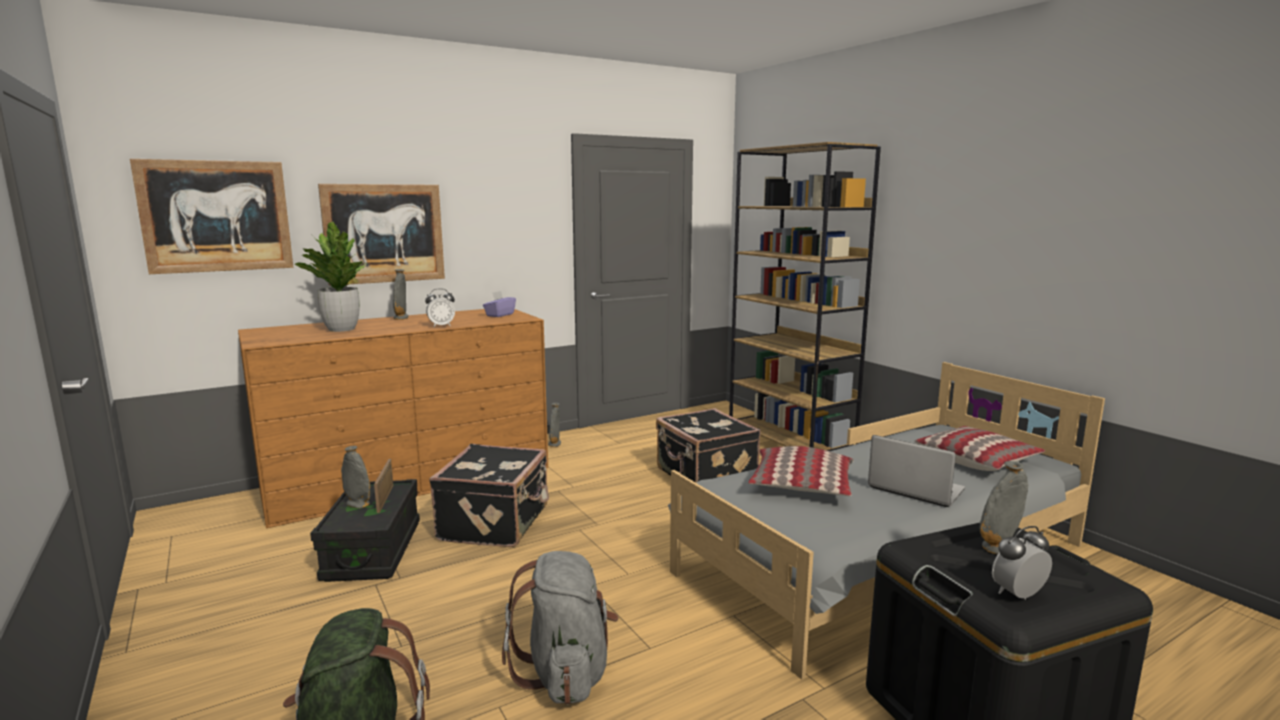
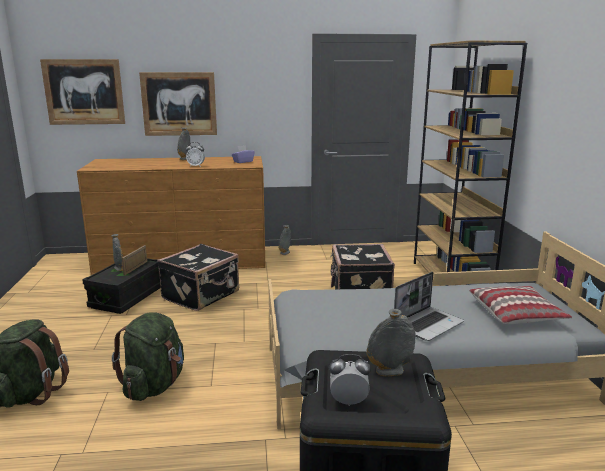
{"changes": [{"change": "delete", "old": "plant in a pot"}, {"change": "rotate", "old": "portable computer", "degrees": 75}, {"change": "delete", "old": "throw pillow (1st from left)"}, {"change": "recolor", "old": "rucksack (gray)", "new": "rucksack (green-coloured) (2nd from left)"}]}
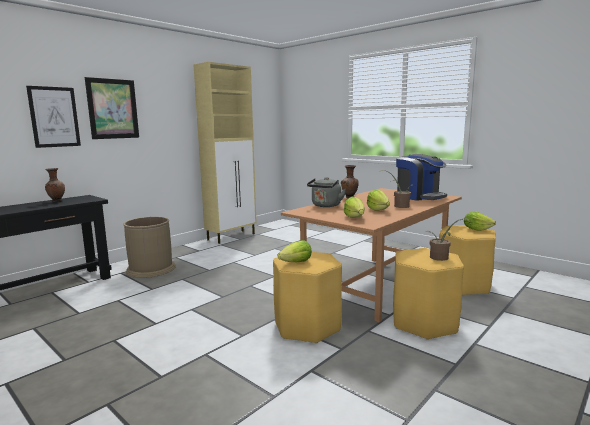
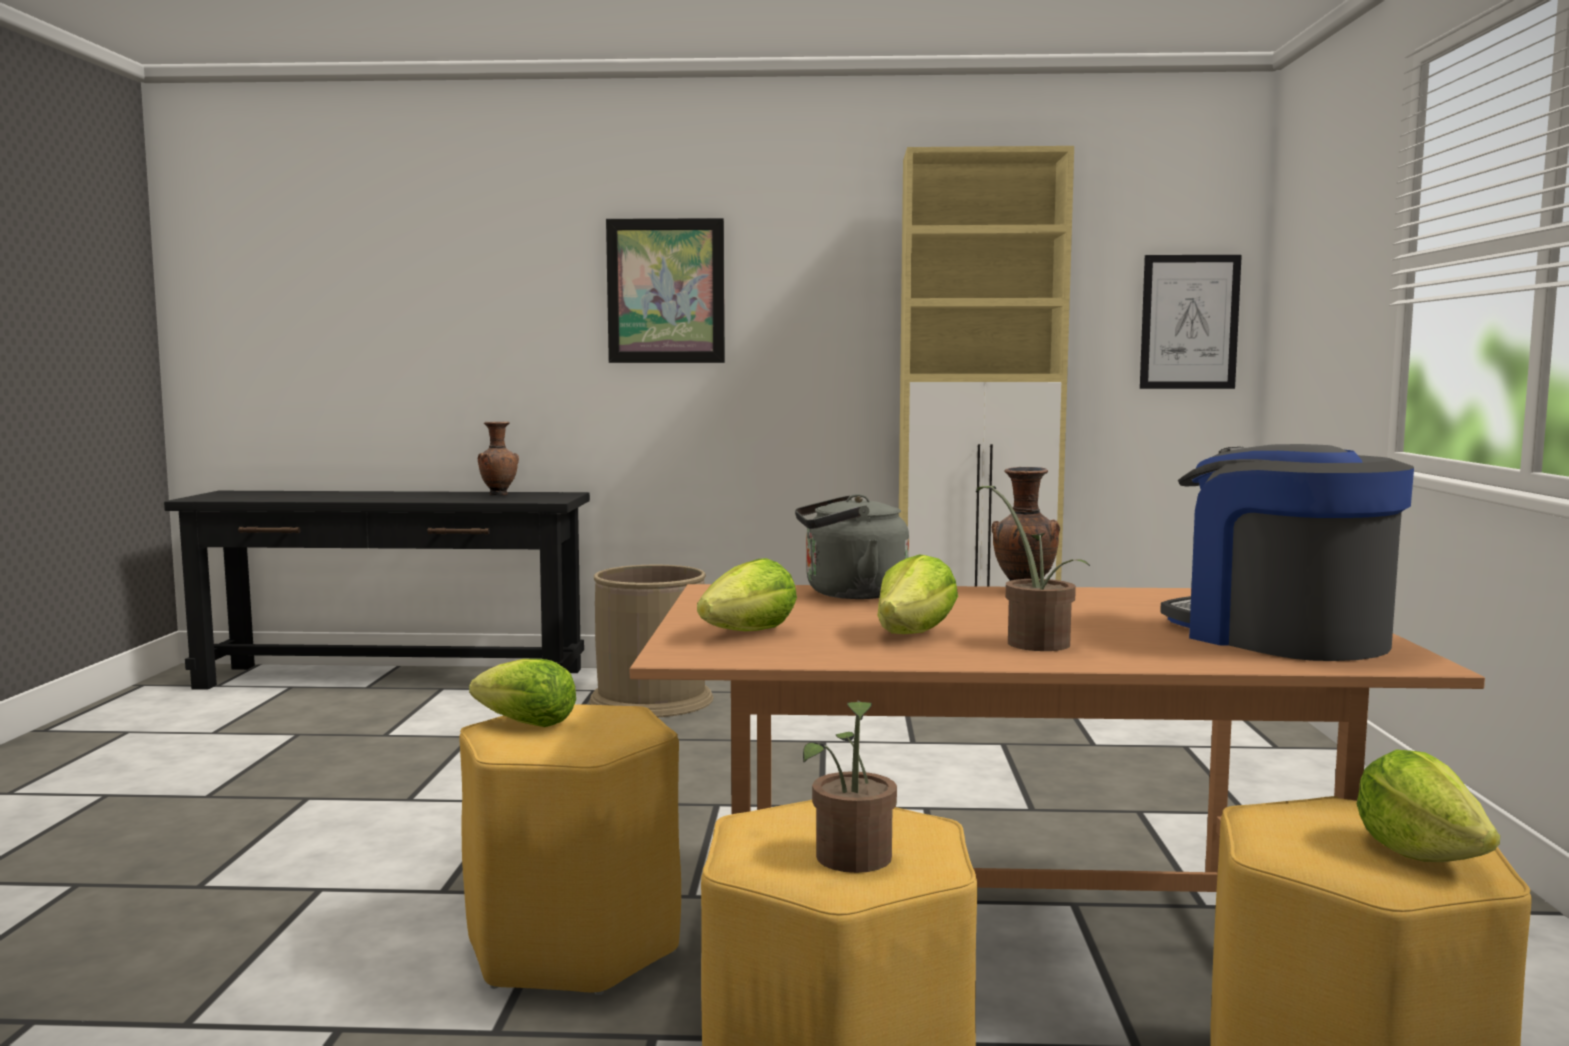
{"changes": [{"change": "move", "old": "wall picture (1st from left in the first image)", "new": "wall picture (2nd from left)"}, {"change": "rotate", "old": "coffee brewer", "degrees": 135}]}
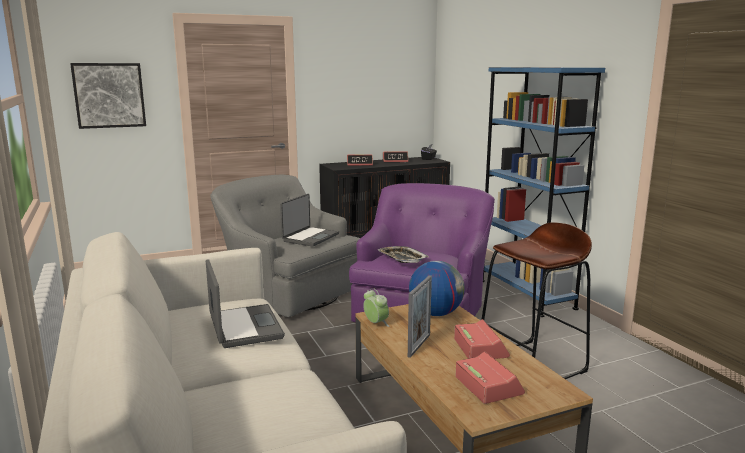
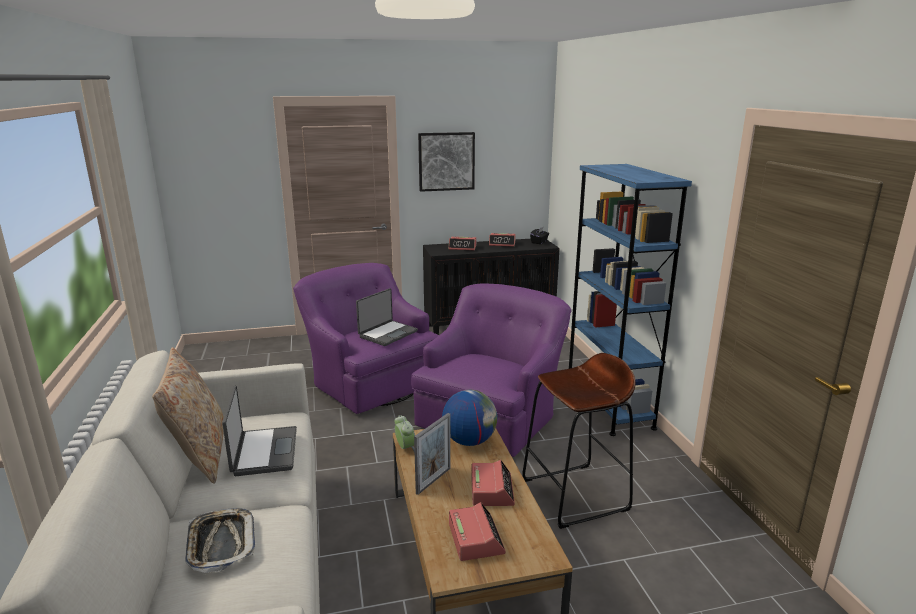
{"changes": [{"change": "move", "old": "wall picture"}, {"change": "recolor", "old": "lounge chair (gray)", "new": "lounge chair (purplish) (1st from left)"}, {"change": "move", "old": "carrying tray"}, {"change": "insert", "new": "throw pillow (sand-coloured)"}]}
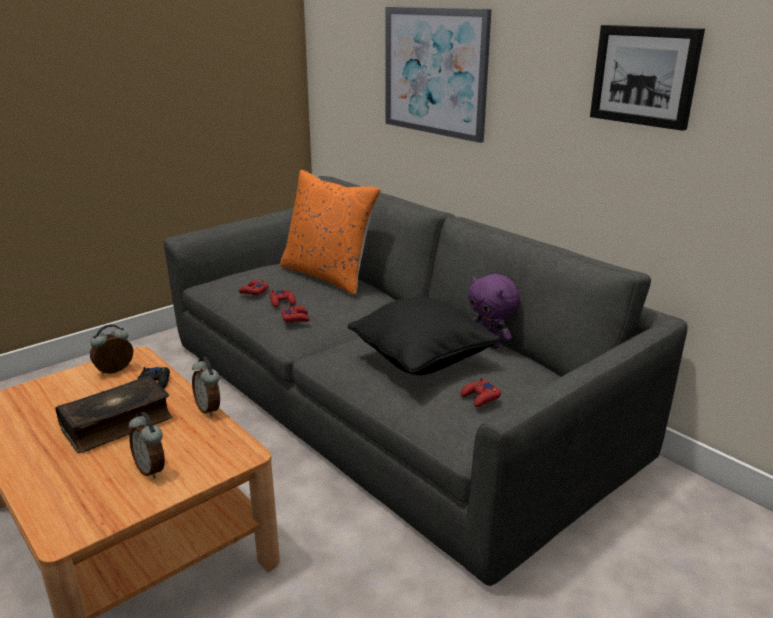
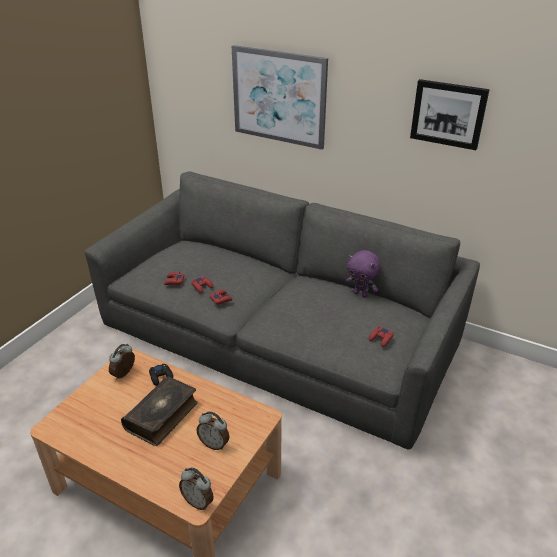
{"changes": [{"change": "delete", "old": "throw pillow (orangey)"}, {"change": "delete", "old": "throw pillow (black)"}, {"change": "move", "old": "table clock (3rd from left in the first image)", "new": "table clock (2nd from left)"}]}
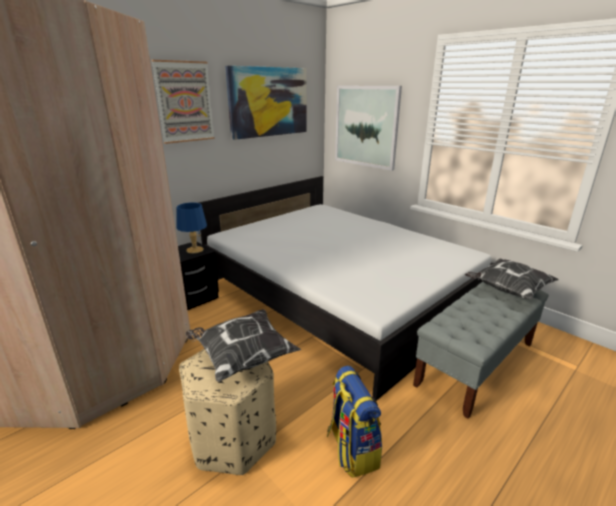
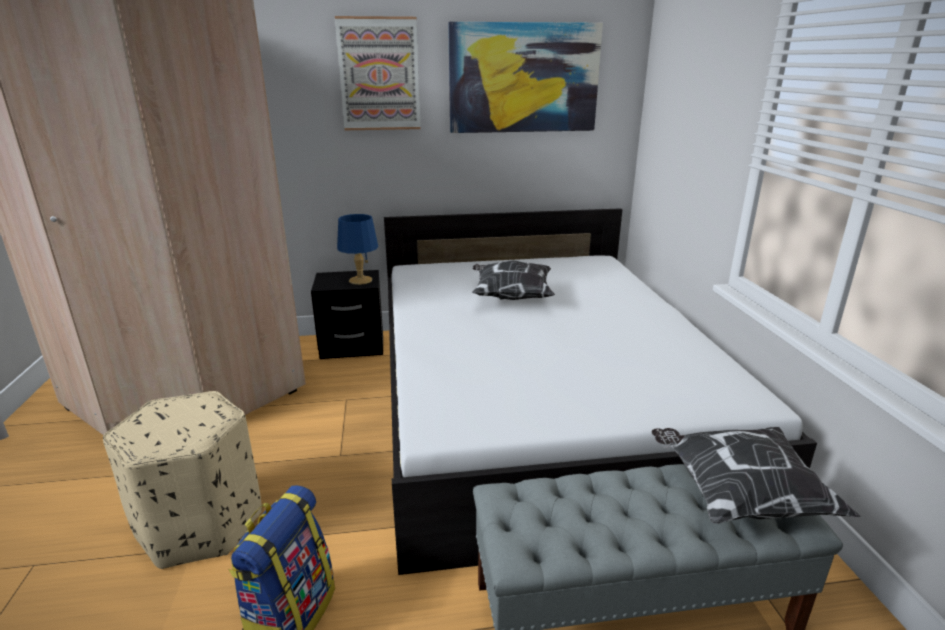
{"changes": [{"change": "delete", "old": "wall picture (3rd from left)"}, {"change": "move", "old": "throw pillow (1st from left)"}]}
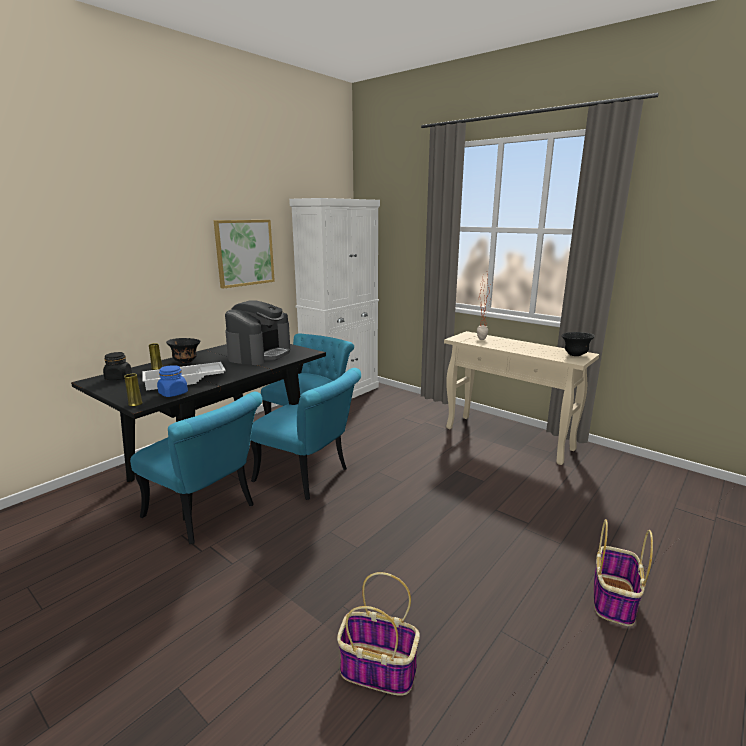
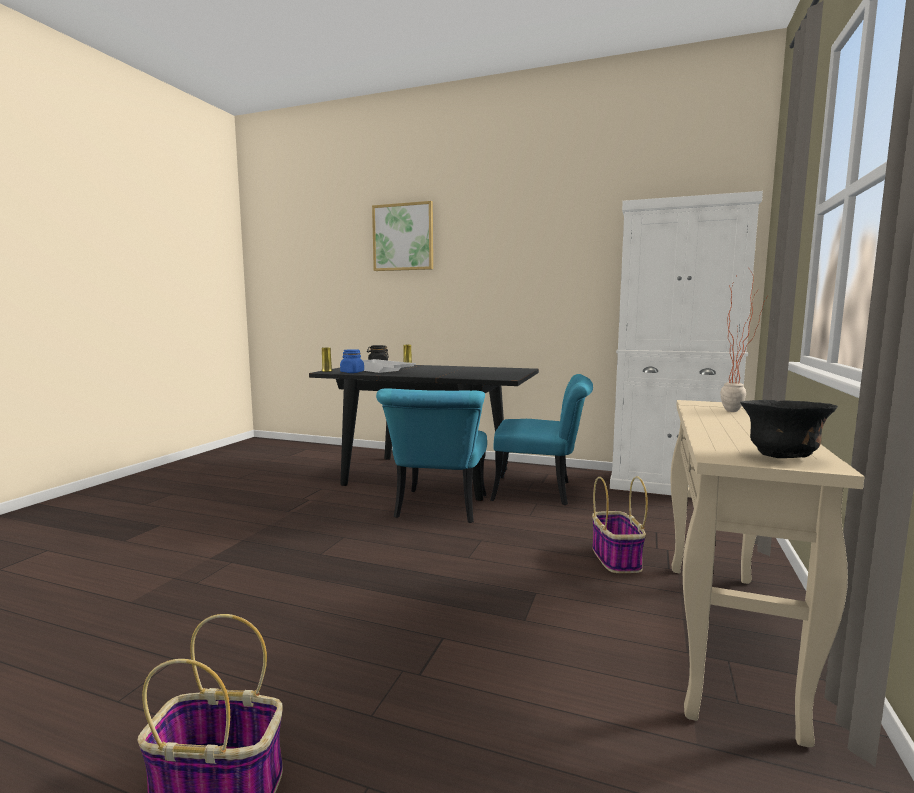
{"changes": [{"change": "move", "old": "wall picture"}, {"change": "delete", "old": "coffee brewer"}, {"change": "delete", "old": "deep dish (black) (1st from left)"}, {"change": "delete", "old": "upright chair (turquoise) (1st from left)"}, {"change": "move", "old": "storage basket (1st from left in the first image)", "new": "storage basket (2nd from left)"}]}
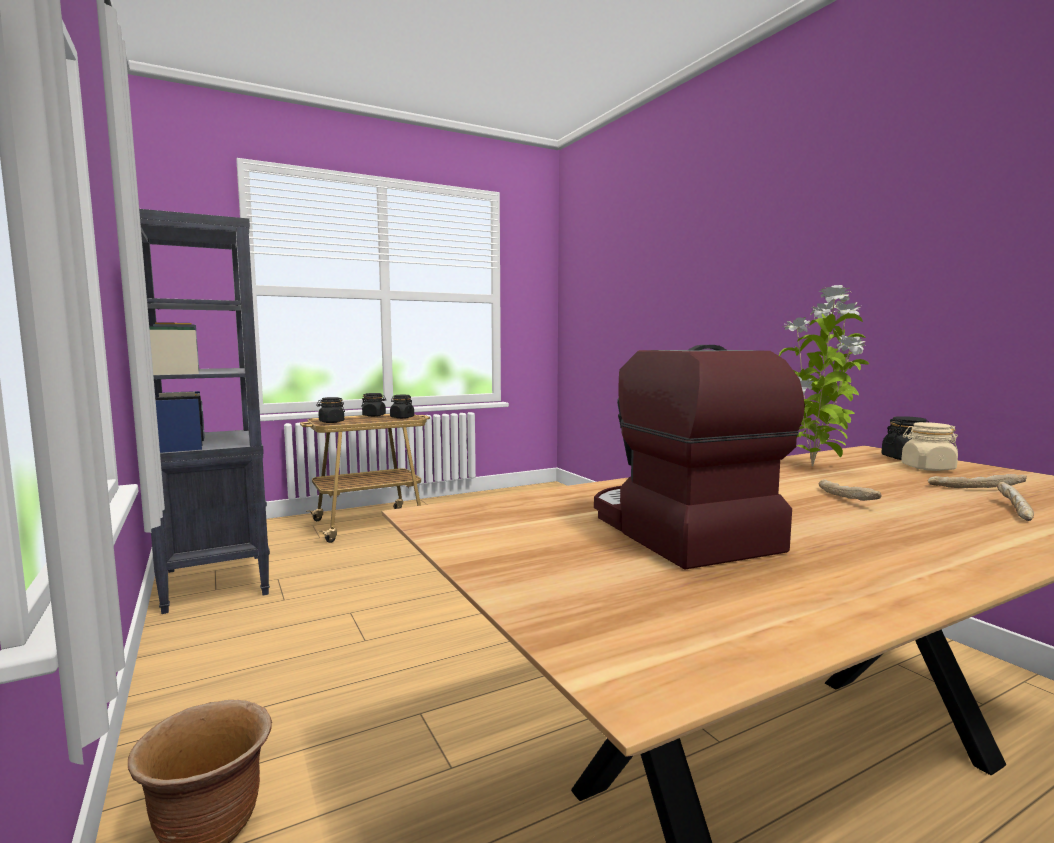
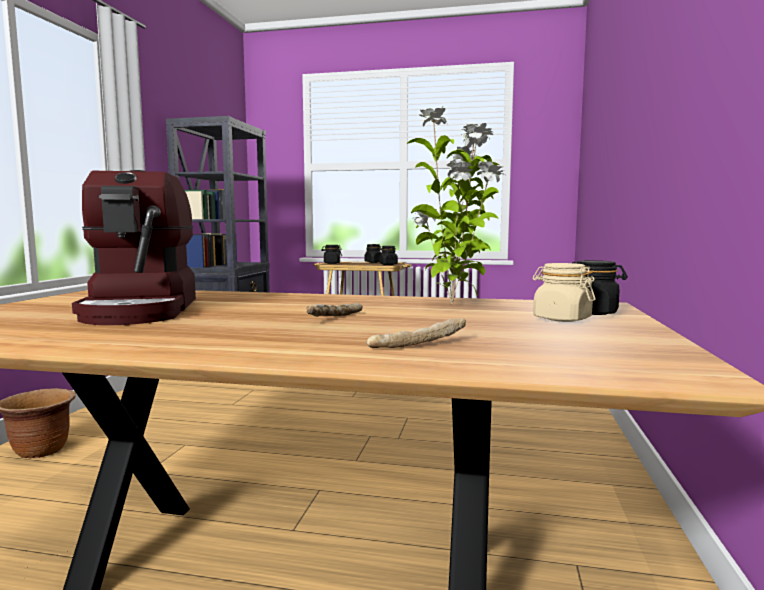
{"changes": [{"change": "rotate", "old": "coffee brewer", "degrees": 150}, {"change": "delete", "old": "bread (2nd from left)"}]}
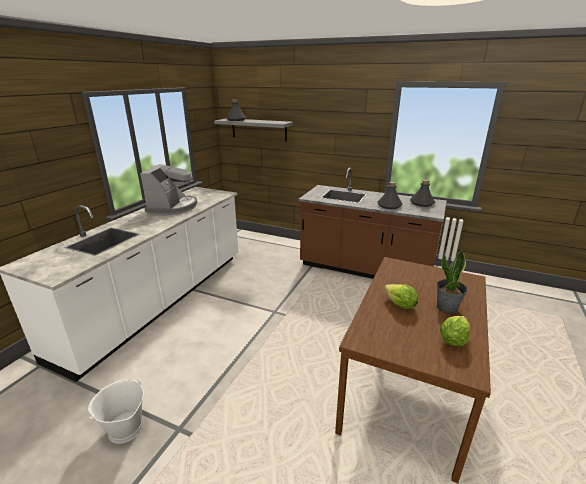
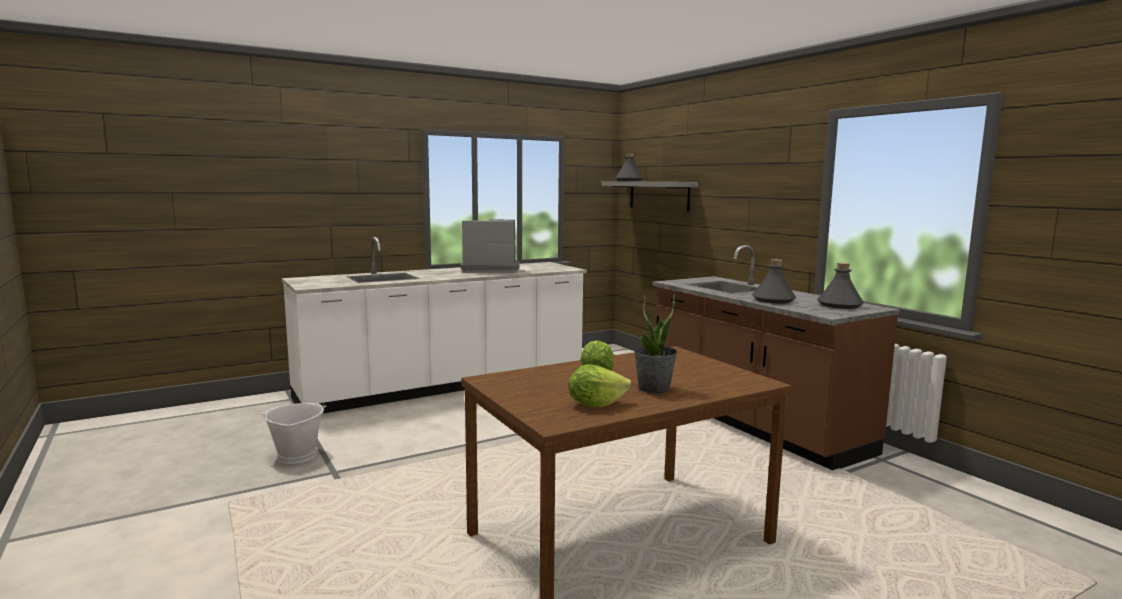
{"changes": [{"change": "rotate", "old": "coffee brewer", "degrees": -135}]}
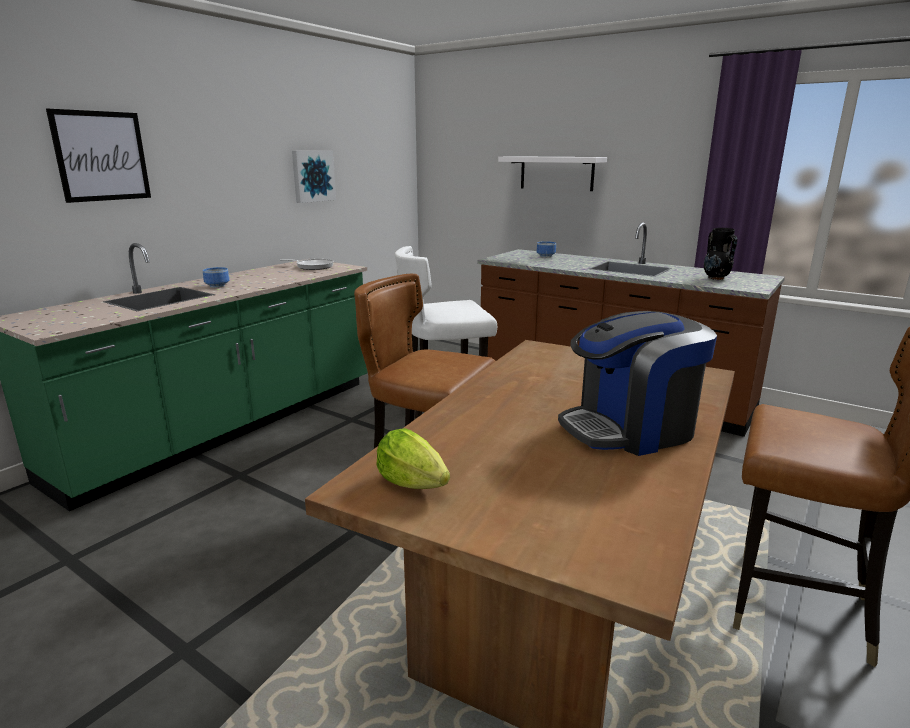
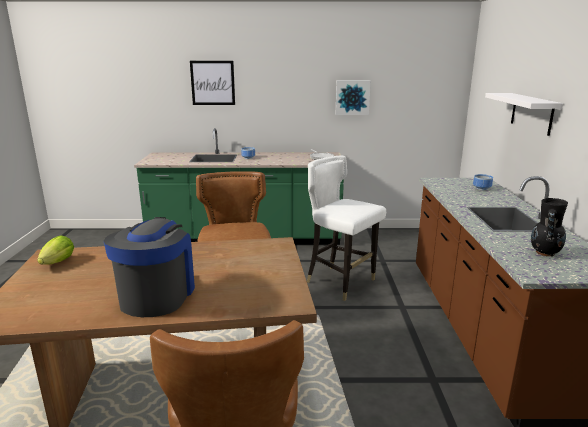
{"changes": [{"change": "rotate", "old": "coffee brewer", "degrees": 60}]}
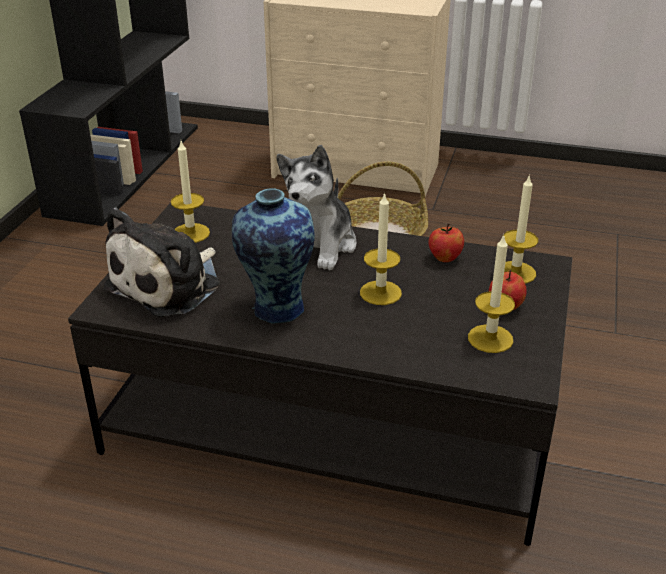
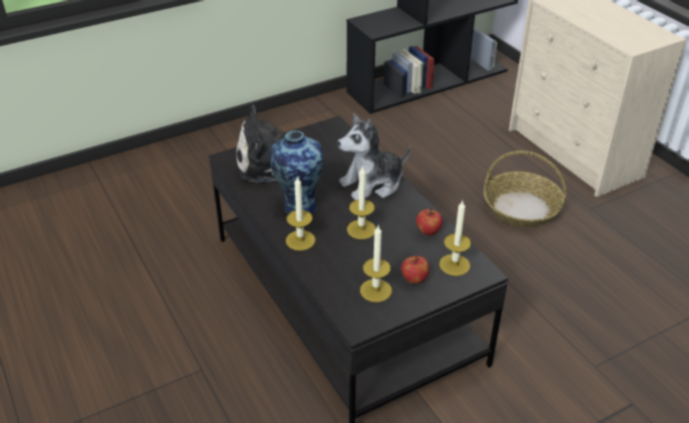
{"changes": [{"change": "move", "old": "candle (1st from left)"}]}
